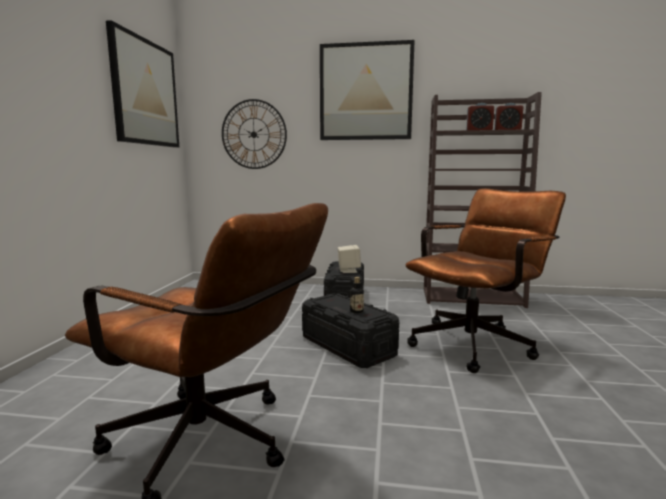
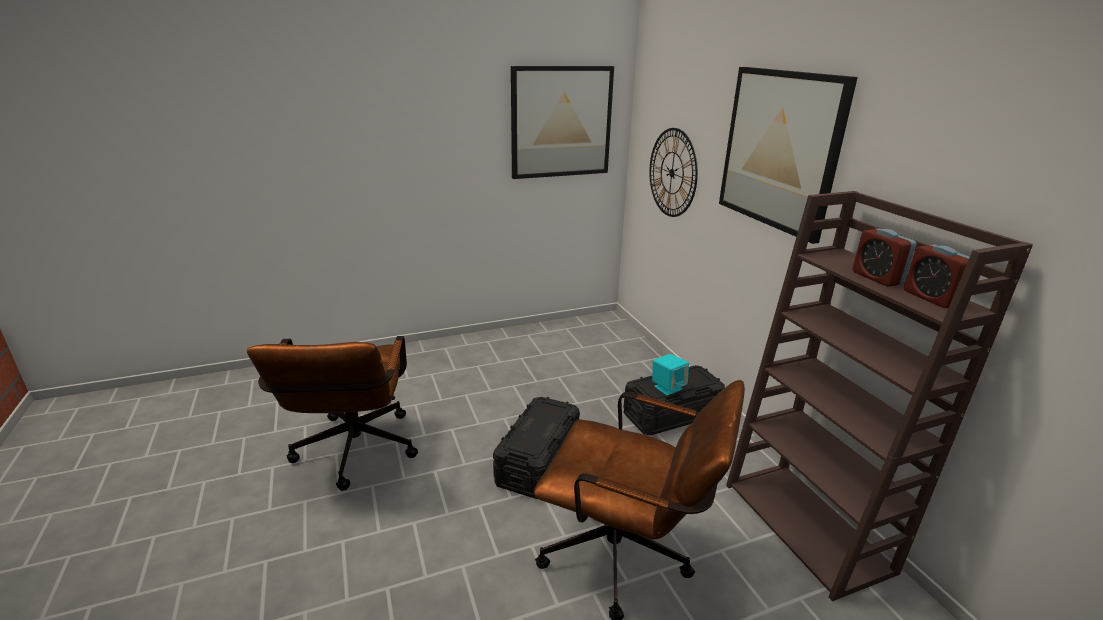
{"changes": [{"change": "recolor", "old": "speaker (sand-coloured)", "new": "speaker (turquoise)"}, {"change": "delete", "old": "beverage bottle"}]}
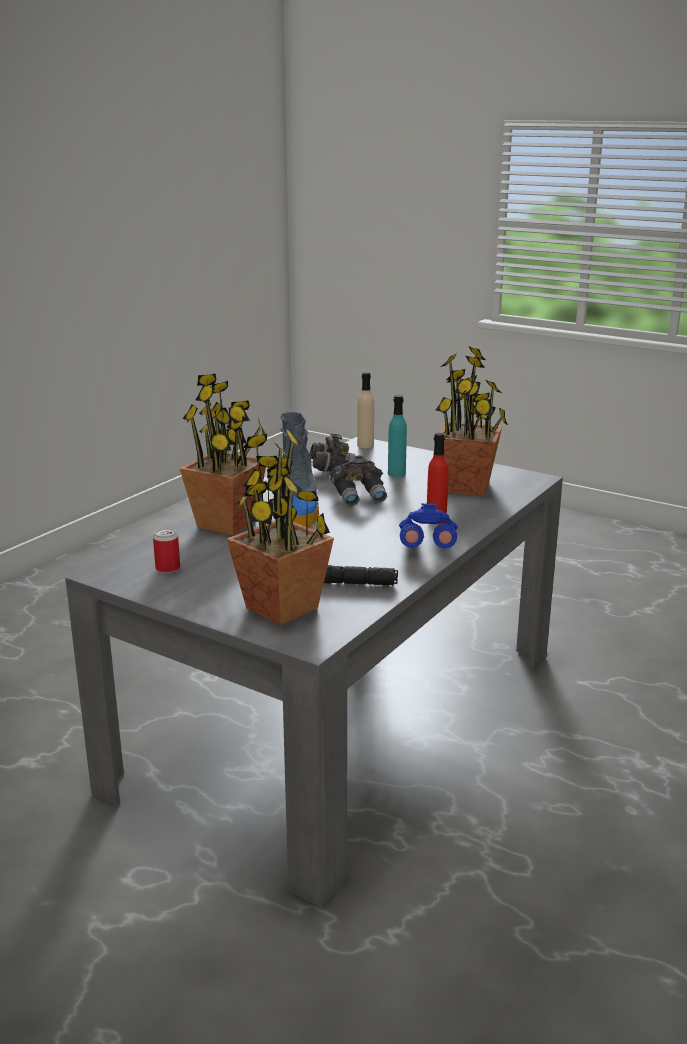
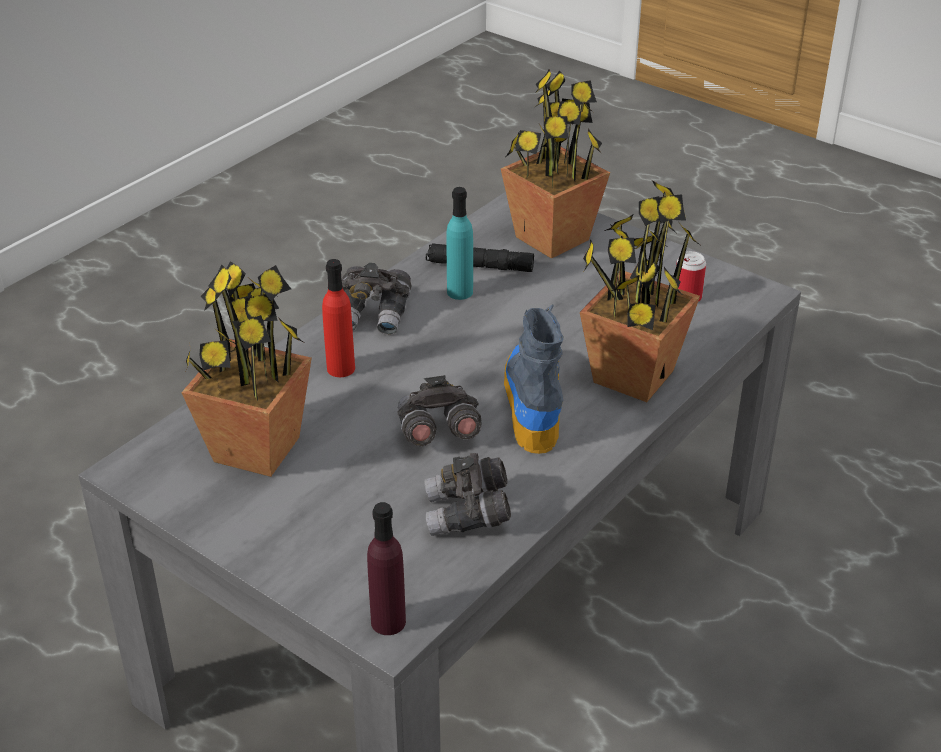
{"changes": [{"change": "recolor", "old": "beverage bottle (sand-coloured)", "new": "beverage bottle (purplish)"}, {"change": "move", "old": "beverage bottle (turquoise)"}, {"change": "recolor", "old": "binoculars (bluish)", "new": "binoculars (gray) (1st from left)"}]}
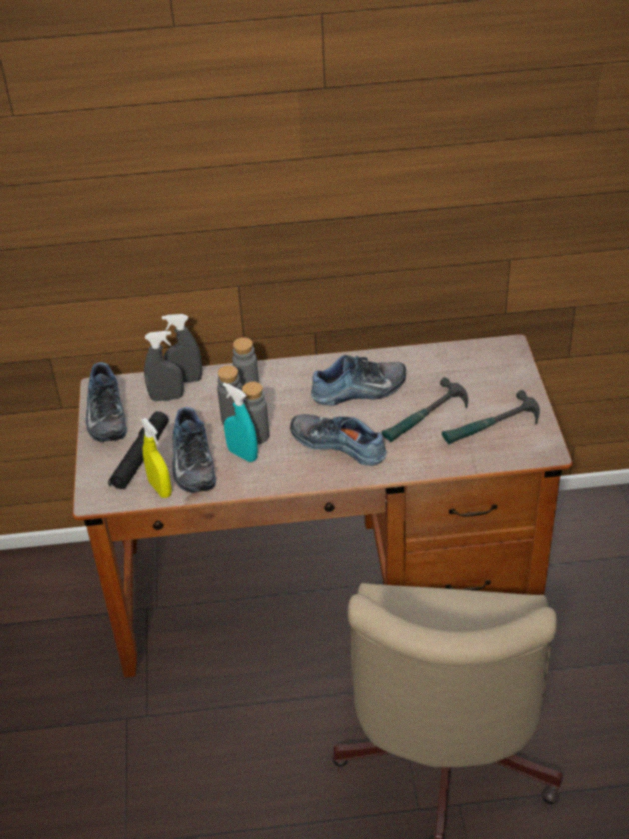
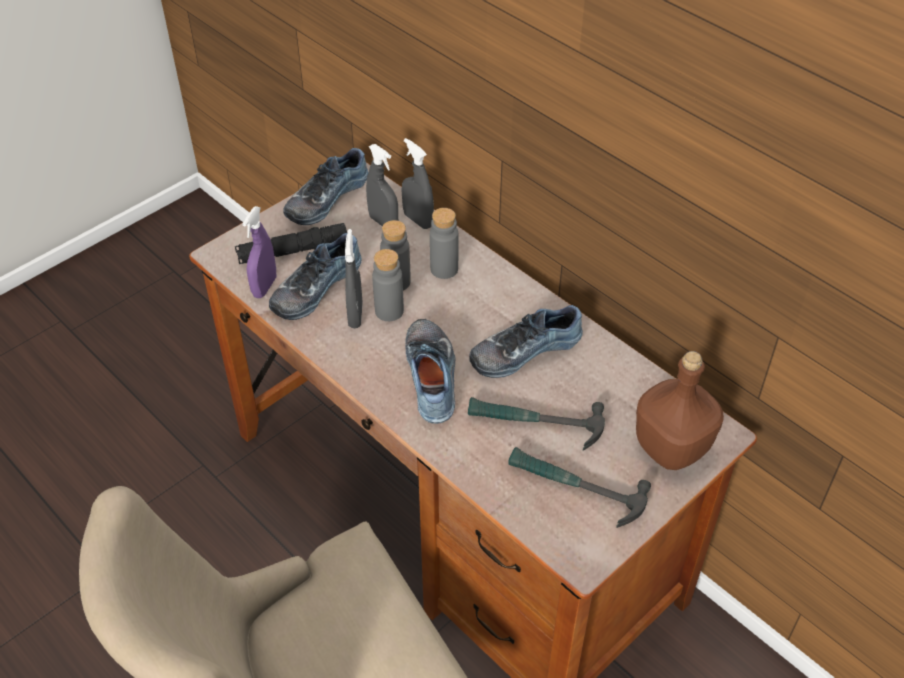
{"changes": [{"change": "rotate", "old": "item of footwear (4th from left)", "degrees": 120}, {"change": "recolor", "old": "hand sprayer (turquoise)", "new": "hand sprayer (gray) (1st from left)"}, {"change": "recolor", "old": "hand sprayer (yellow-coloured)", "new": "hand sprayer (purplish)"}, {"change": "insert", "new": "beverage bottle (brown-coloured)"}]}
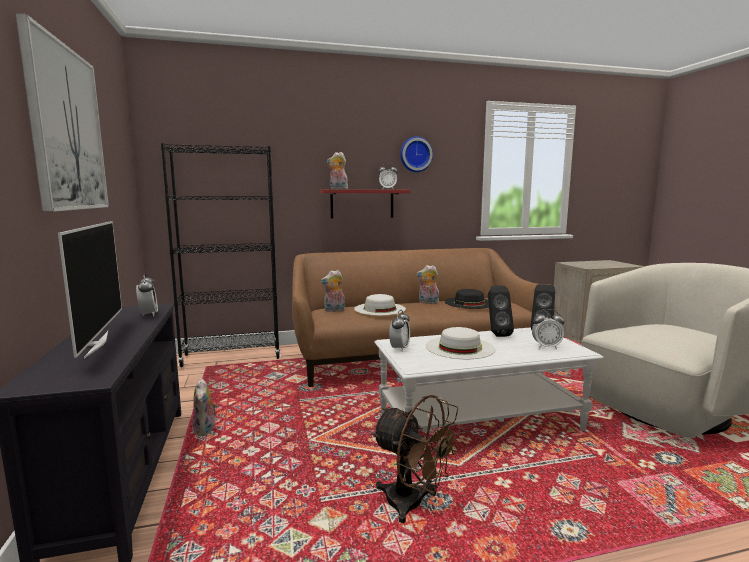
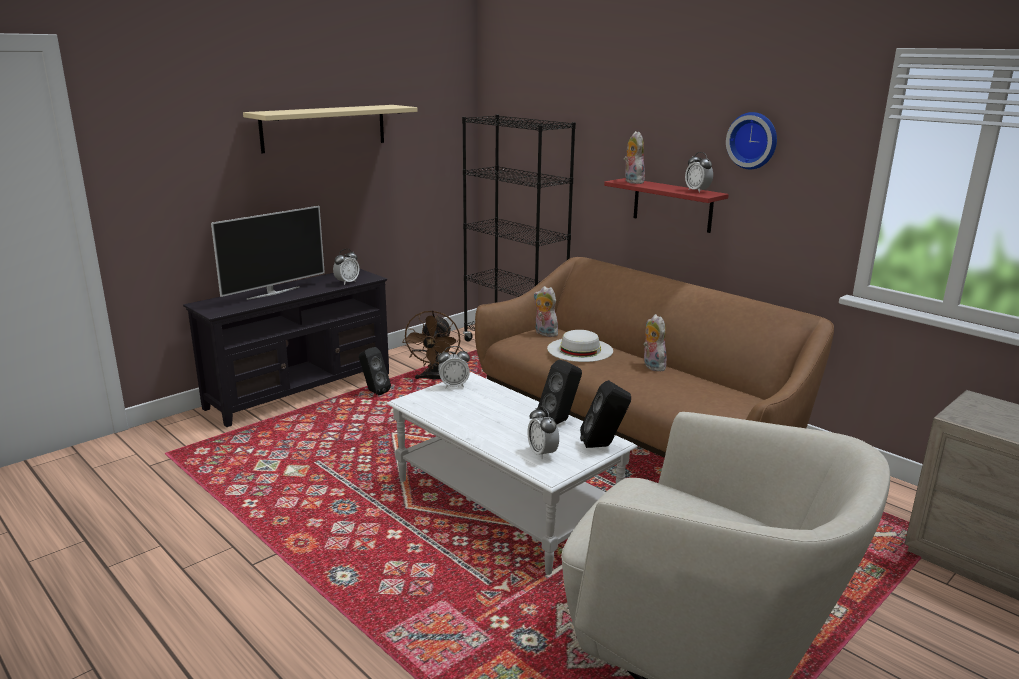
{"changes": [{"change": "replace", "old": "wall picture", "new": "shelf (sand-coloured)"}, {"change": "delete", "old": "hat (black)"}, {"change": "delete", "old": "hat (white) (2nd from left)"}, {"change": "replace", "old": "soft toy (1st from left)", "new": "speaker (black) (1st from left)"}, {"change": "move", "old": "cooling fan (brown-coloured)"}]}
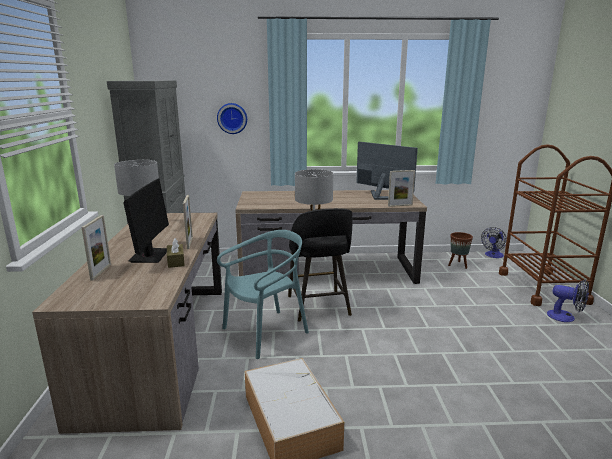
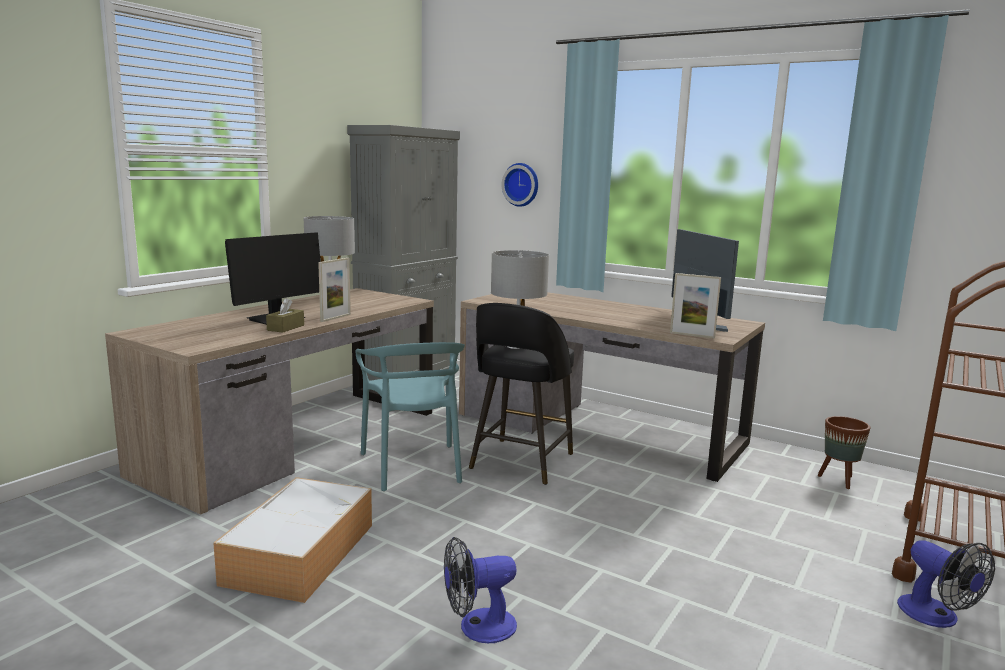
{"changes": [{"change": "delete", "old": "photo frame (1st from left)"}, {"change": "move", "old": "cooling fan (1st from left)"}, {"change": "rotate", "old": "upright chair (turquoise)", "degrees": 75}]}
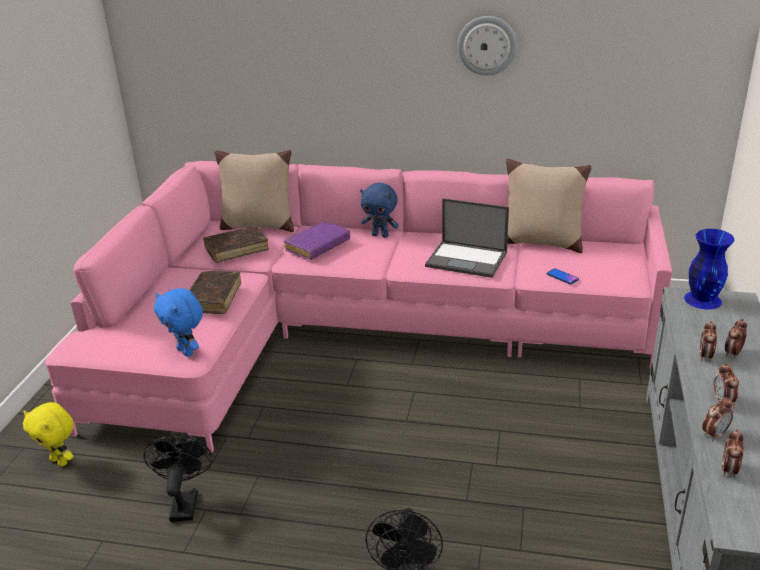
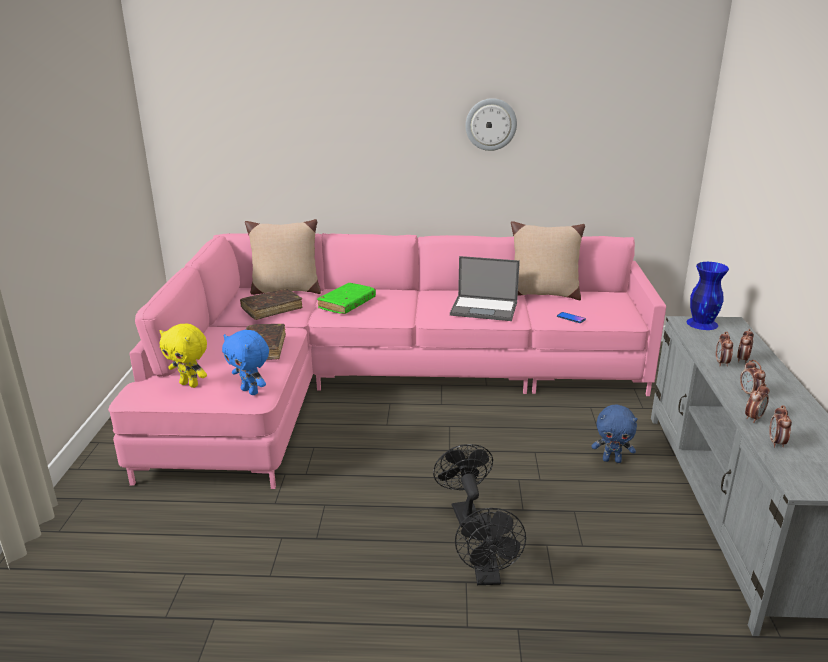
{"changes": [{"change": "move", "old": "soft toy (bluish) (2nd from left)"}, {"change": "recolor", "old": "book (purplish)", "new": "book (green-coloured)"}, {"change": "move", "old": "soft toy (yellow-coloured)"}, {"change": "move", "old": "cooling fan (black) (1st from left)"}]}
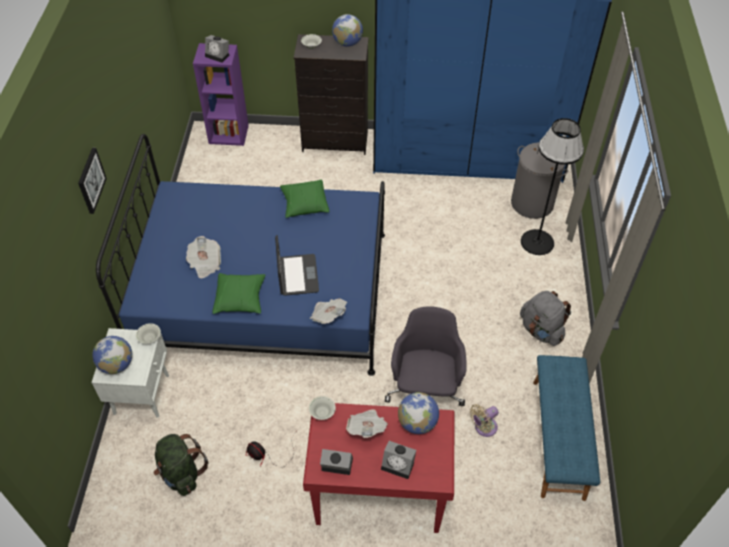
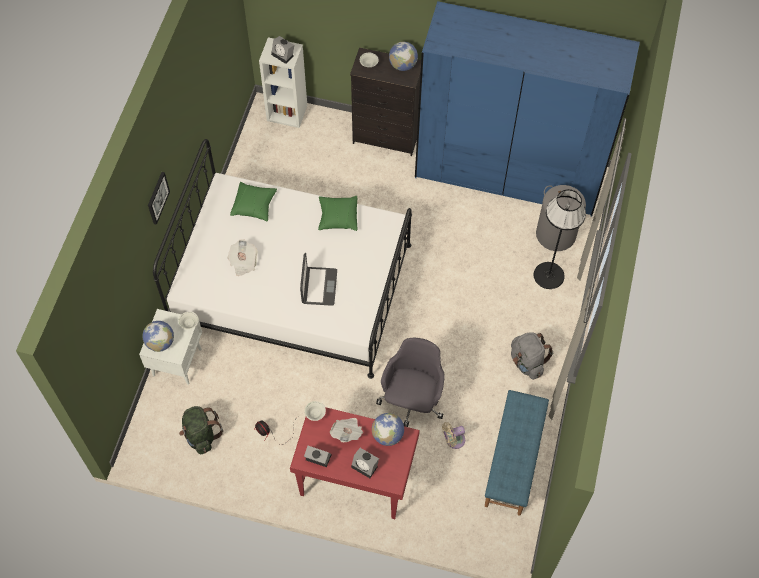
{"changes": [{"change": "recolor", "old": "bookcase (purplish)", "new": "bookcase (white)"}, {"change": "recolor", "old": "bedroom bed (bluish)", "new": "bedroom bed (white)"}, {"change": "move", "old": "throw pillow (green-coloured) (1st from left)"}, {"change": "delete", "old": "daily paper (2nd from left)"}]}
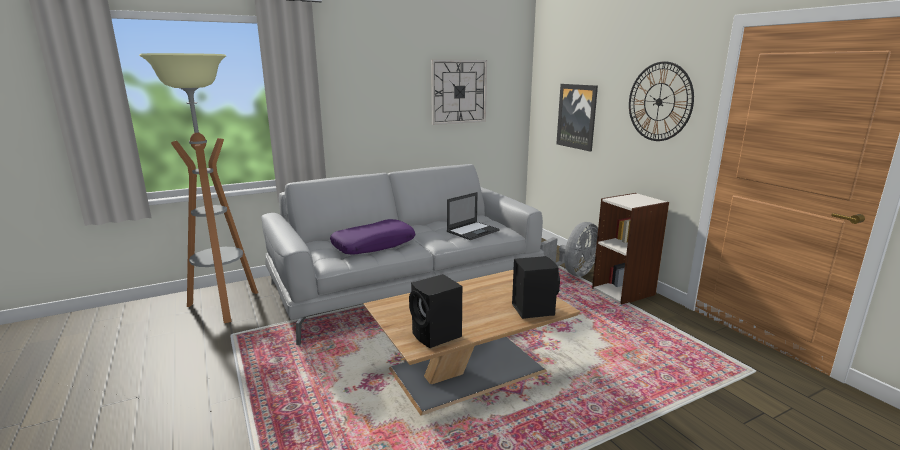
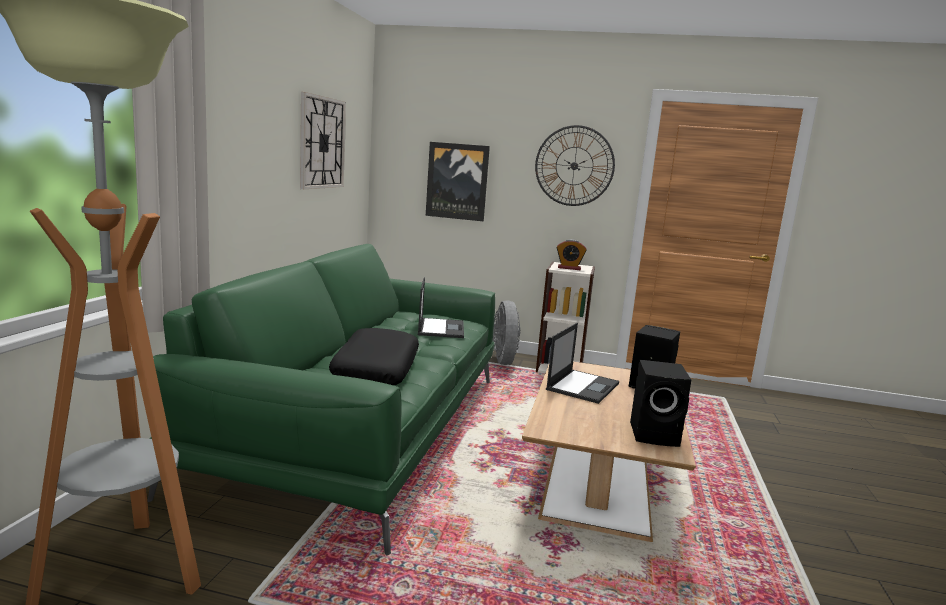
{"changes": [{"change": "recolor", "old": "couch (gray)", "new": "couch (green-coloured)"}, {"change": "recolor", "old": "throw pillow (purplish)", "new": "throw pillow (black)"}, {"change": "insert", "new": "table clock"}, {"change": "insert", "new": "portable computer (2nd from left)"}]}
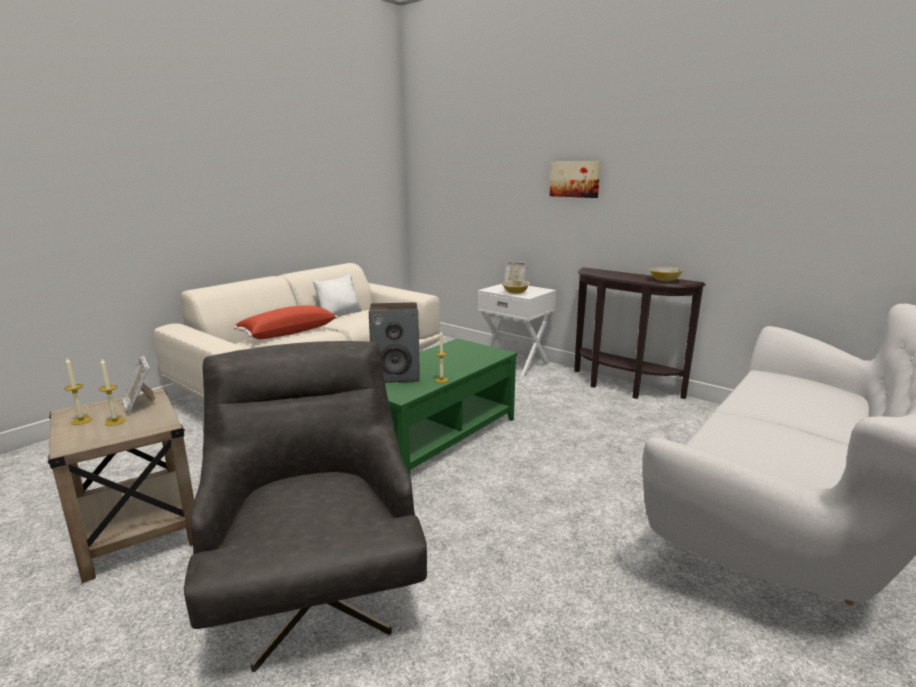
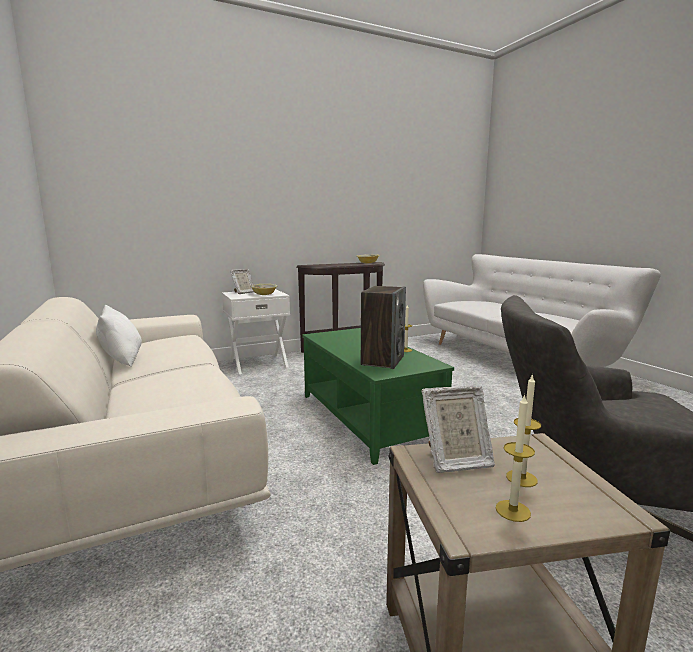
{"changes": [{"change": "delete", "old": "wall picture"}, {"change": "delete", "old": "throw pillow (reddish)"}]}
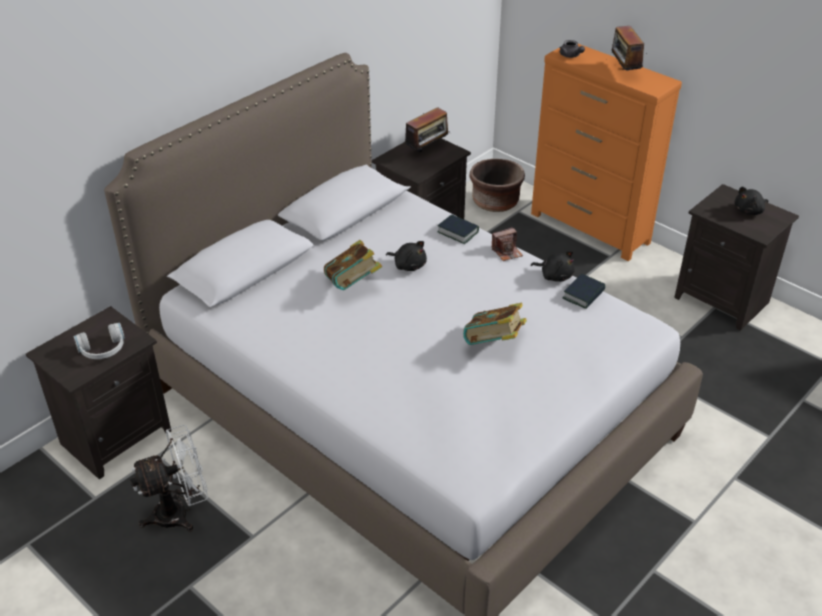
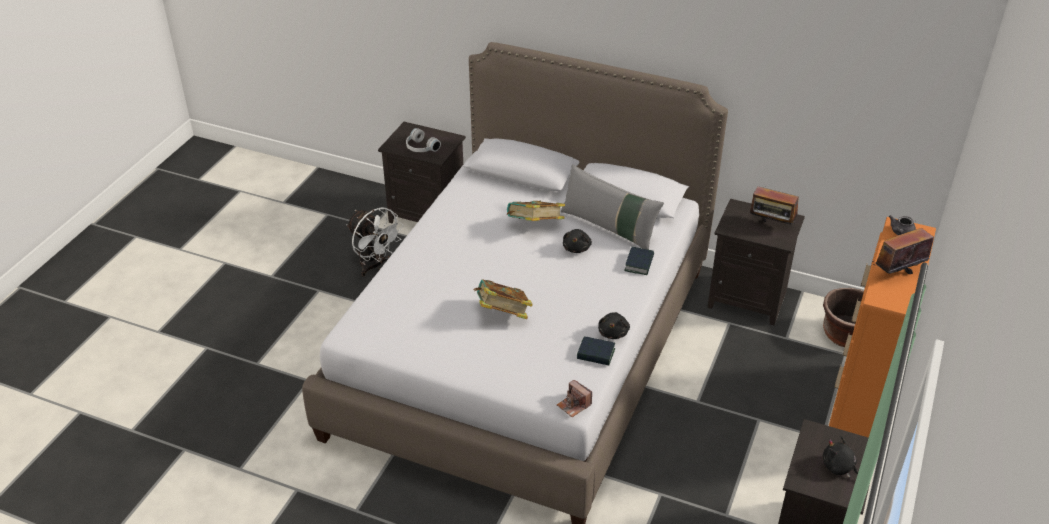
{"changes": [{"change": "move", "old": "still camera"}, {"change": "insert", "new": "throw pillow (gray)"}]}
